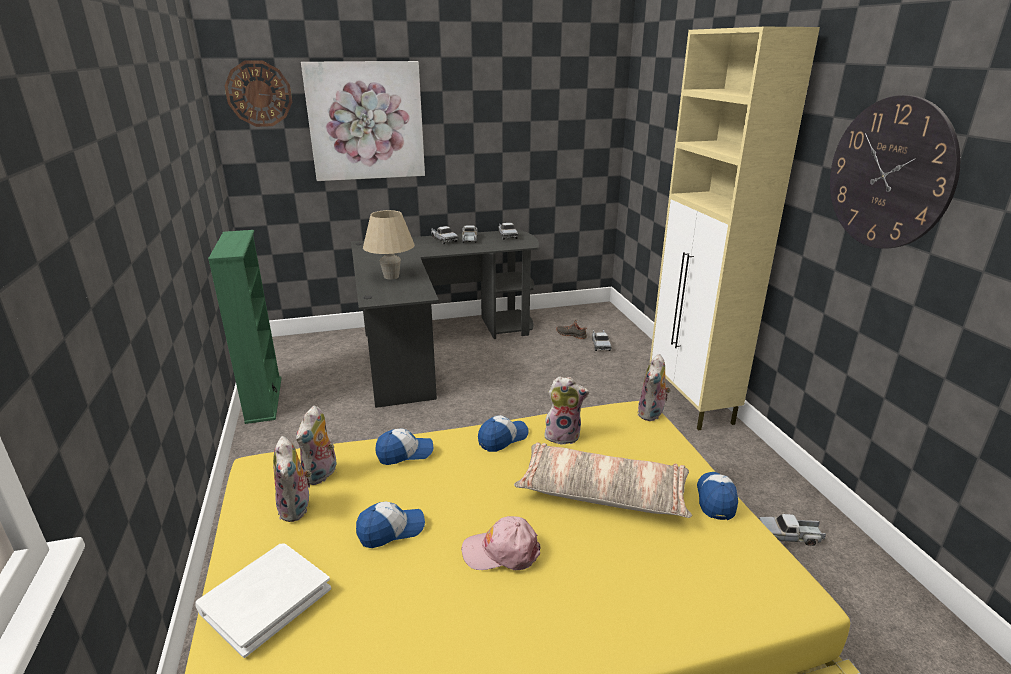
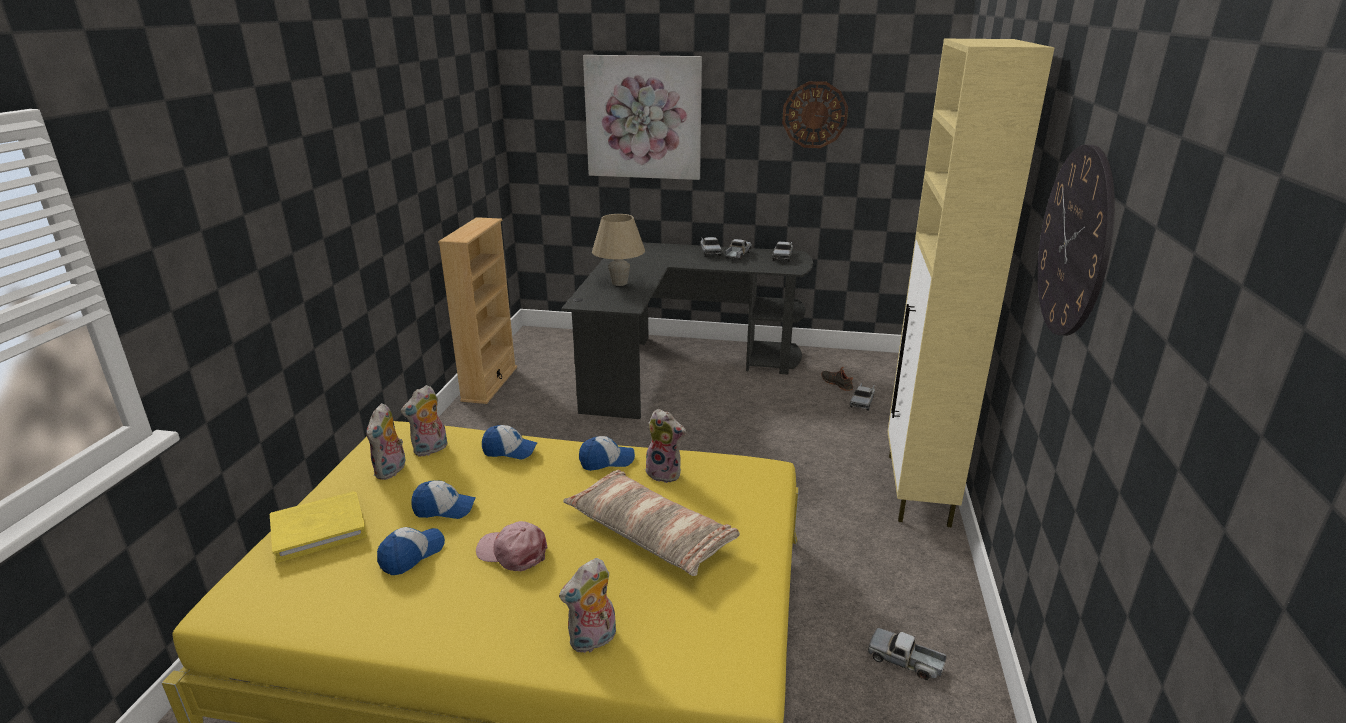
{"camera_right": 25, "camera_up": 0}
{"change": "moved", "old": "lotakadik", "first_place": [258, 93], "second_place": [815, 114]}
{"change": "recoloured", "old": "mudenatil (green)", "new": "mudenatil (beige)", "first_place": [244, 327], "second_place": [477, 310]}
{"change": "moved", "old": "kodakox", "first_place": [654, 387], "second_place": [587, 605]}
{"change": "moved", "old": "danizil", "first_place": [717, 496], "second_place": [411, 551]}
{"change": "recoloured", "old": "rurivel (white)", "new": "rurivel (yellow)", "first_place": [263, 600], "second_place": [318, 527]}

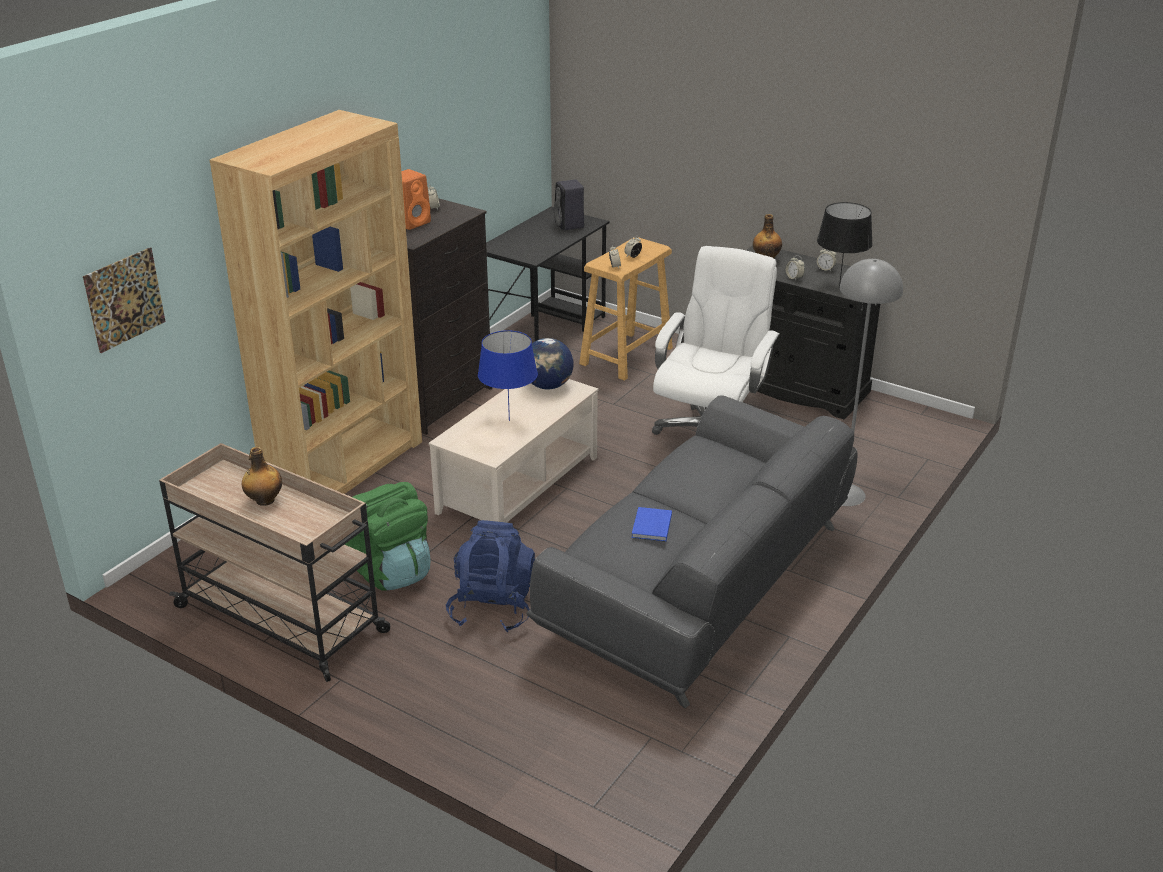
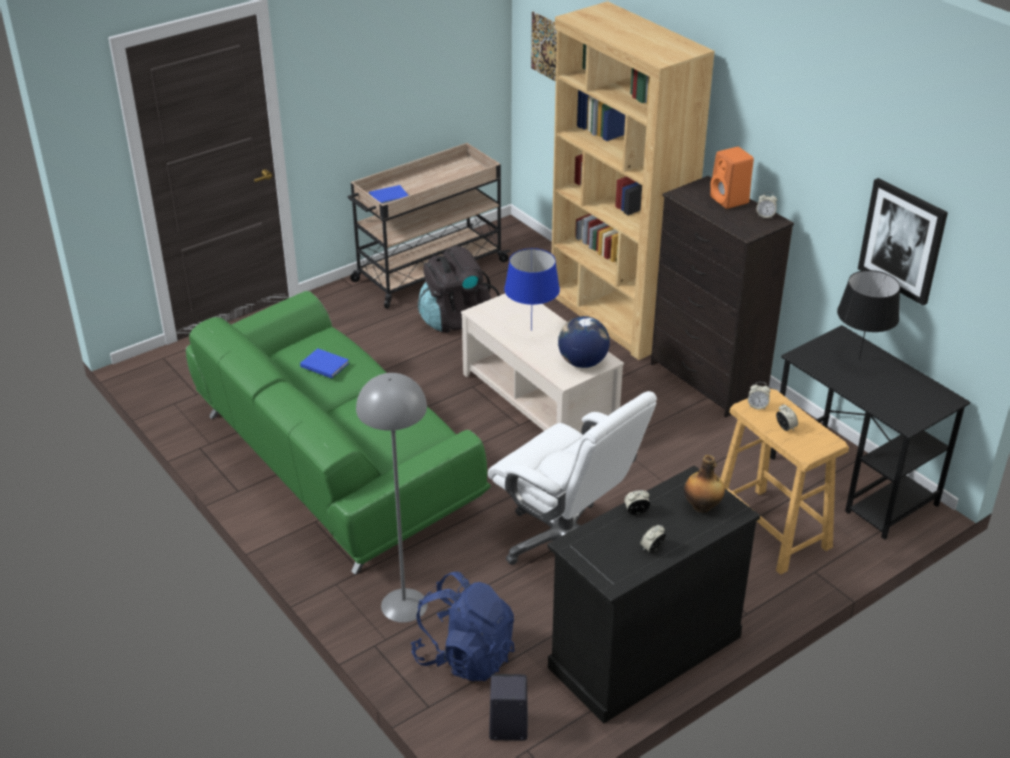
{"camera_right": 110, "camera_up": 5}
{"change": "moved", "old": "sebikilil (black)", "first_place": [569, 204], "second_place": [508, 707]}
{"change": "moved", "old": "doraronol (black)", "first_place": [845, 245], "second_place": [868, 315]}
{"change": "recoloured", "old": "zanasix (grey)", "new": "zanasix (green)", "first_place": [692, 551], "second_place": [338, 433]}
{"change": "removed", "old": "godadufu", "first_place": [261, 476]}
{"change": "recoloured", "old": "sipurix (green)", "new": "sipurix (black)", "first_place": [388, 536], "second_place": [459, 289]}
{"change": "moved", "old": "sipurix (blue)", "first_place": [490, 576], "second_place": [462, 626]}
{"change": "added", "new": "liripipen", "second_place": [903, 242]}
{"change": "added", "new": "rurivel (blue)", "second_place": [389, 194]}

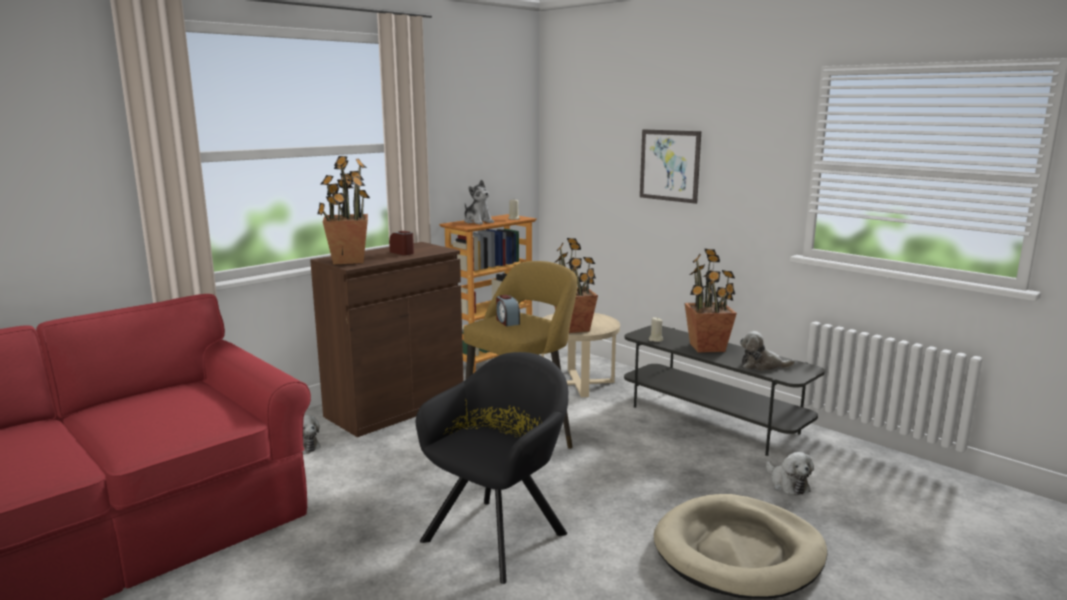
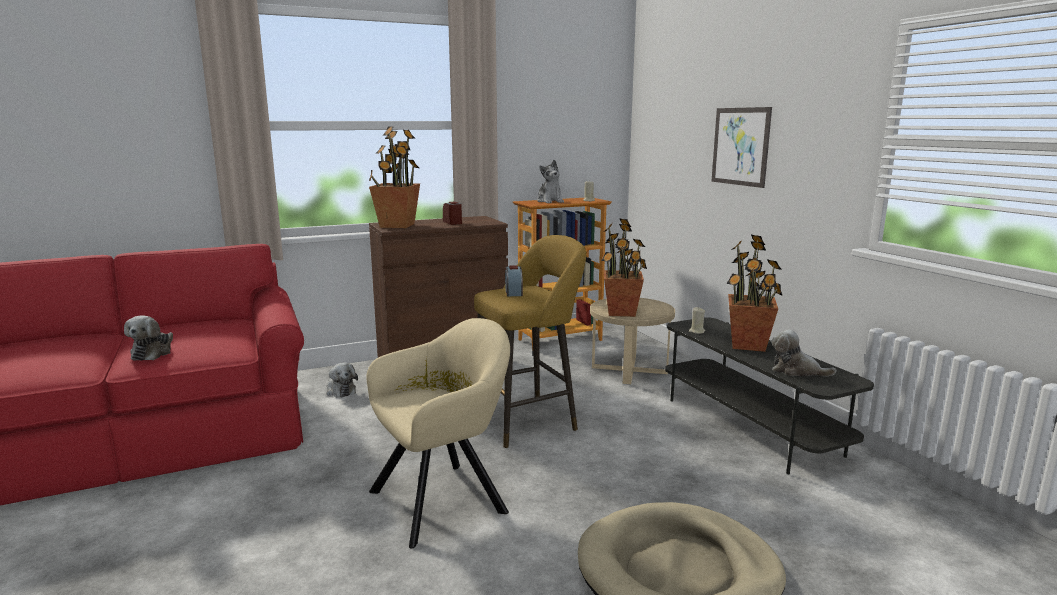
{"camera_right": 20, "camera_up": 0}
{"change": "recoloured", "old": "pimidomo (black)", "new": "pimidomo (beige)", "first_place": [492, 468], "second_place": [438, 433]}
{"change": "moved", "old": "kodakox", "first_place": [790, 473], "second_place": [148, 338]}

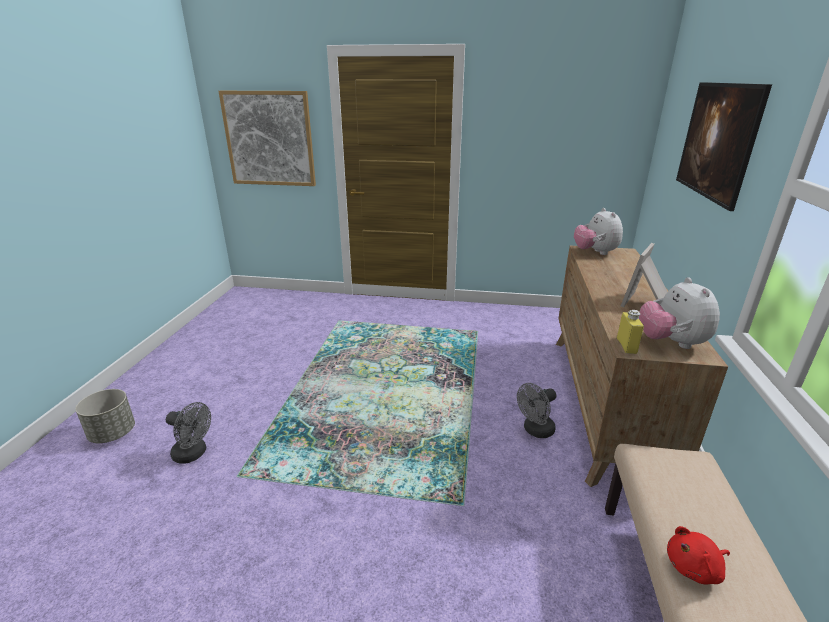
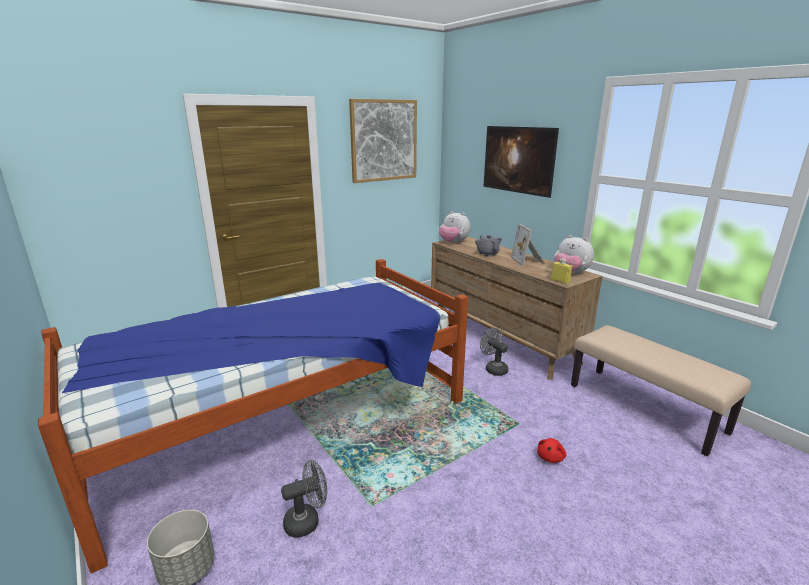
{"camera_right": -45, "camera_up": -5}
{"change": "moved", "old": "liripipen", "first_place": [267, 138], "second_place": [383, 141]}
{"change": "turned", "old": "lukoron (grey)", "first_place": [536, 410], "second_place": [494, 352], "degrees": 135}
{"change": "moved", "old": "kodakox (red)", "first_place": [698, 555], "second_place": [551, 450]}
{"change": "added", "new": "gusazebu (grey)", "second_place": [488, 246]}
{"change": "added", "new": "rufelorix", "second_place": [253, 416]}

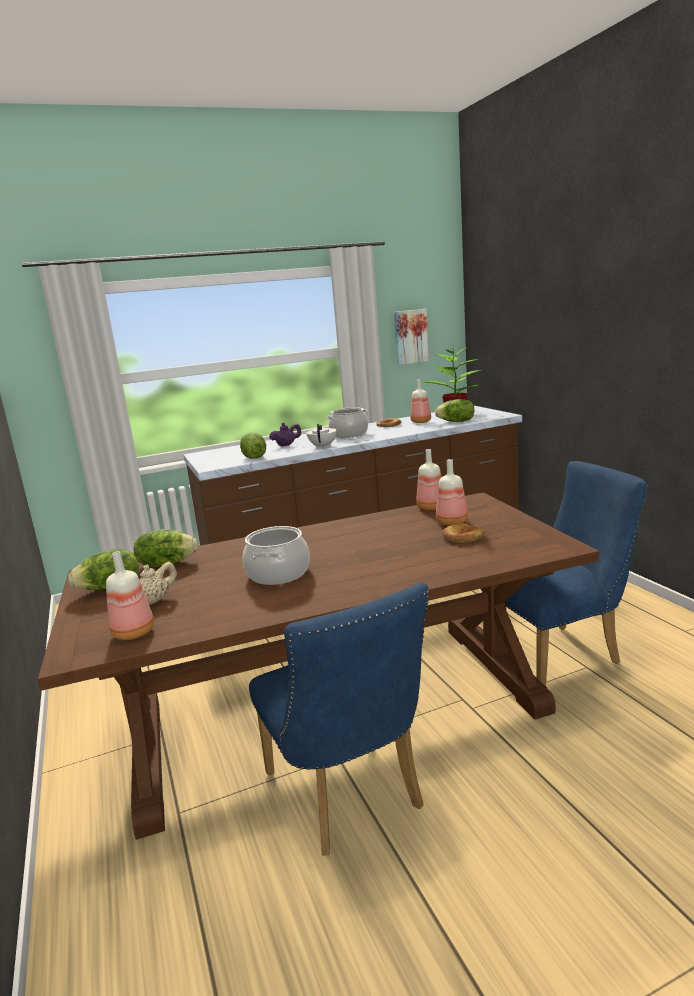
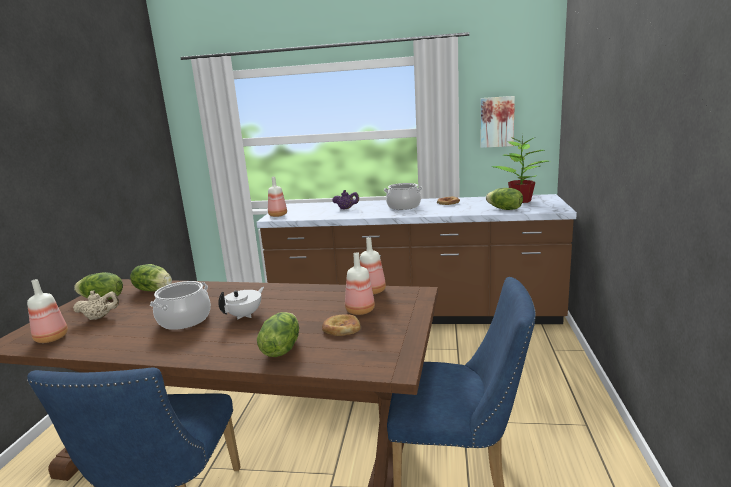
{"camera_right": 30, "camera_up": 0}
{"change": "moved", "old": "godadufu", "first_place": [420, 401], "second_place": [277, 197]}
{"change": "moved", "old": "gusazebu (white)", "first_place": [321, 436], "second_place": [241, 303]}
{"change": "moved", "old": "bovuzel", "first_place": [253, 445], "second_place": [278, 334]}

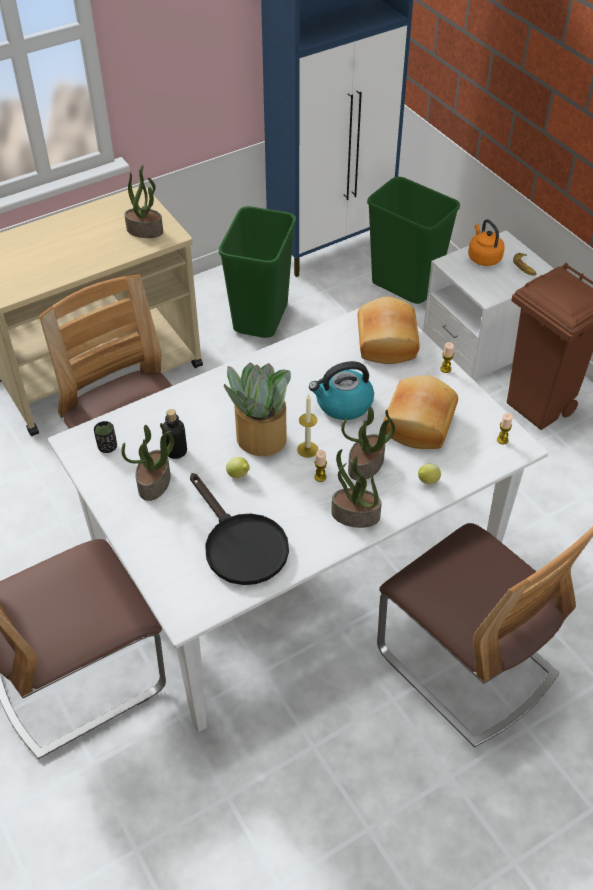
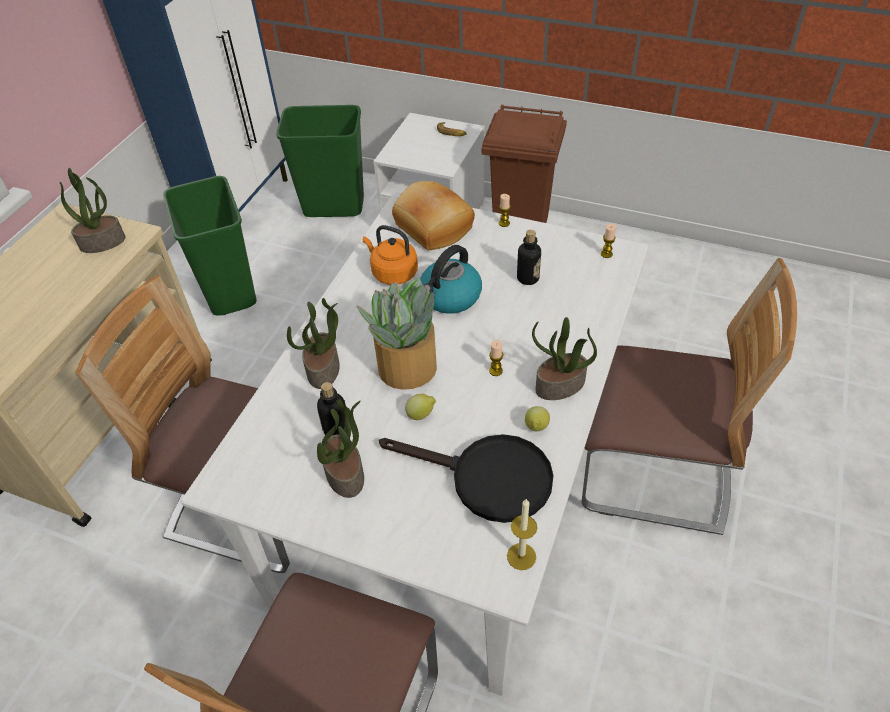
{"camera_right": -35, "camera_up": 0}
{"change": "moved", "old": "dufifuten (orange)", "first_place": [486, 242], "second_place": [390, 255]}
{"change": "replaced", "old": "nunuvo", "new": "godadufu", "first_place": [420, 412], "second_place": [529, 257]}
{"change": "moved", "old": "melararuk", "first_place": [307, 425], "second_place": [522, 534]}
{"change": "moved", "old": "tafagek", "first_place": [368, 443], "second_place": [313, 343]}
{"change": "removed", "old": "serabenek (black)", "first_place": [105, 437]}
{"change": "moved", "old": "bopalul", "first_place": [429, 474], "second_place": [537, 419]}

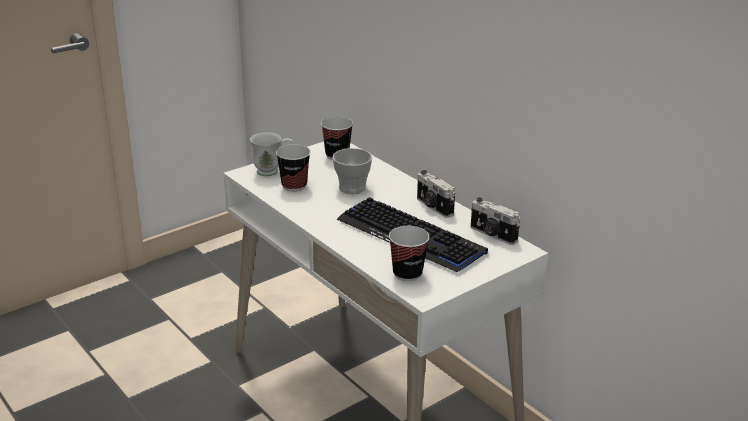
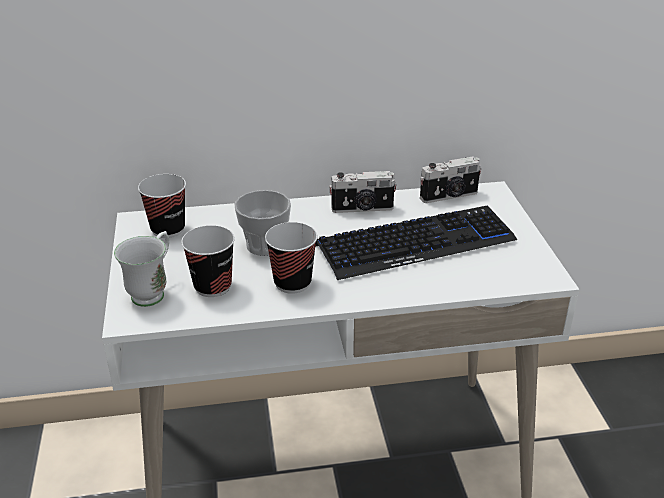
{"camera_right": -60, "camera_up": 5}
{"change": "moved", "old": "serabenek", "first_place": [409, 253], "second_place": [291, 258]}

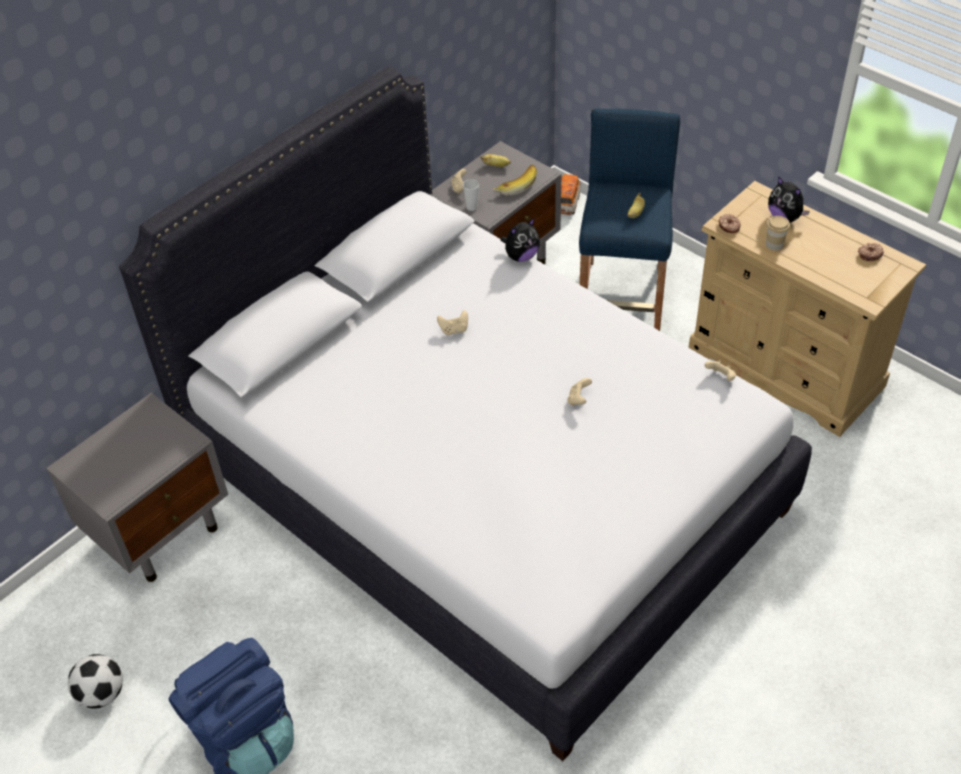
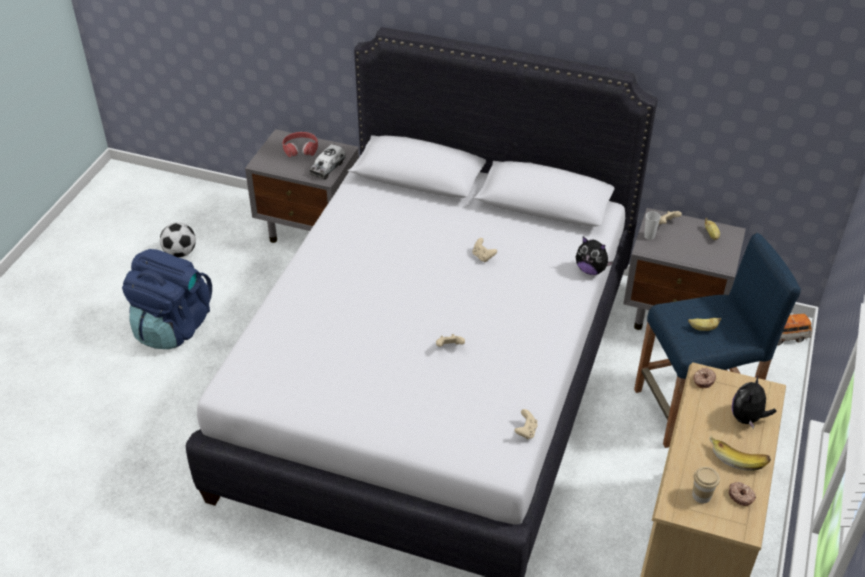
{"camera_right": 65, "camera_up": -5}
{"change": "moved", "old": "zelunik", "first_place": [515, 180], "second_place": [740, 453]}
{"change": "moved", "old": "serabenek", "first_place": [778, 233], "second_place": [706, 485]}
{"change": "added", "new": "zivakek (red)", "second_place": [300, 144]}
{"change": "added", "new": "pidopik", "second_place": [328, 162]}

